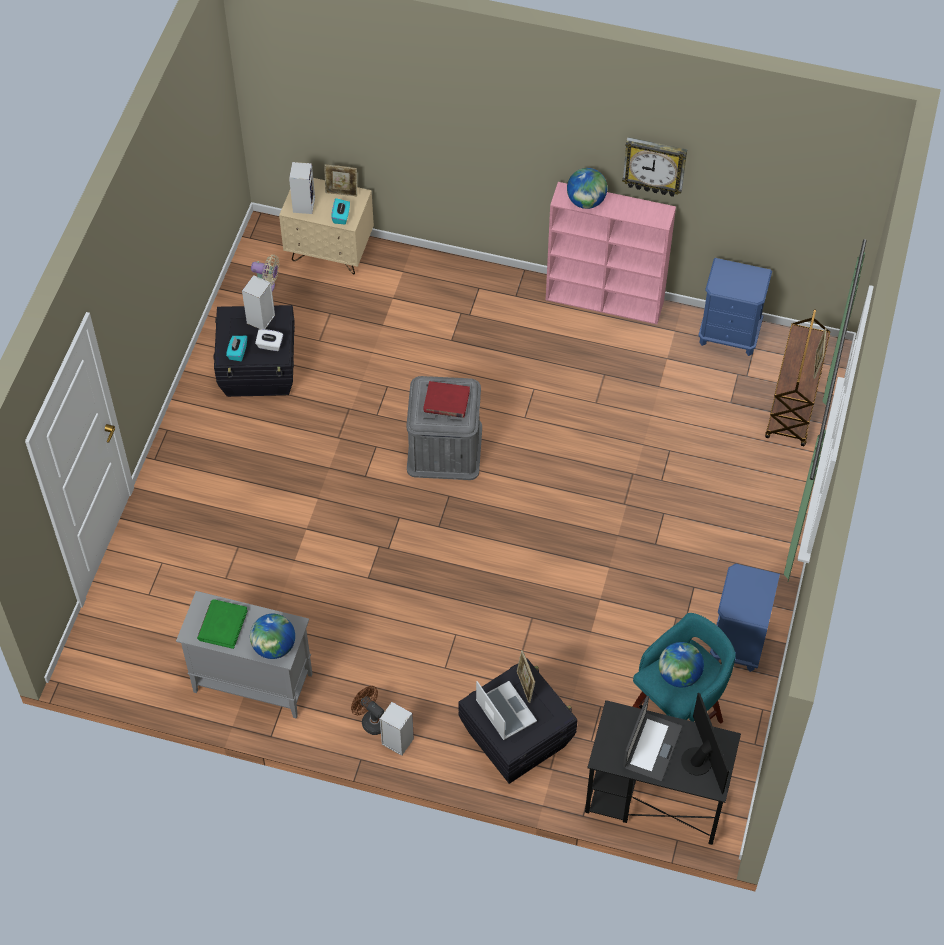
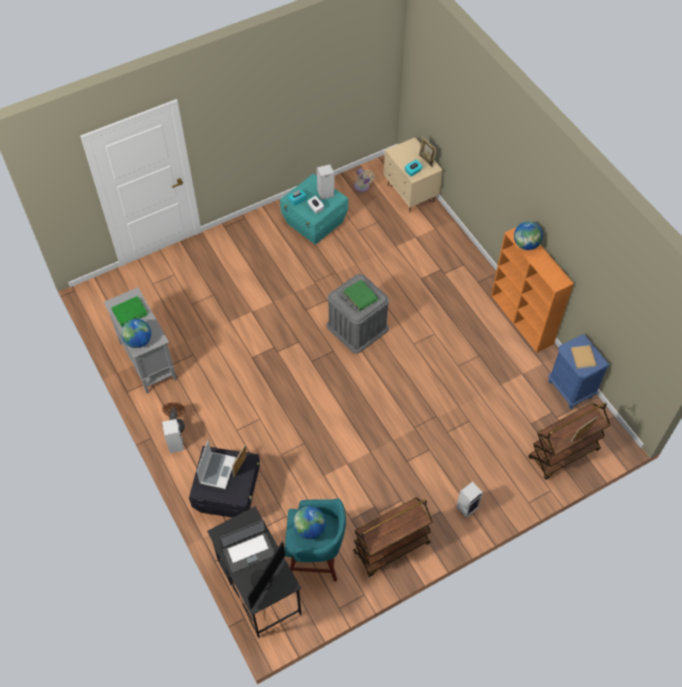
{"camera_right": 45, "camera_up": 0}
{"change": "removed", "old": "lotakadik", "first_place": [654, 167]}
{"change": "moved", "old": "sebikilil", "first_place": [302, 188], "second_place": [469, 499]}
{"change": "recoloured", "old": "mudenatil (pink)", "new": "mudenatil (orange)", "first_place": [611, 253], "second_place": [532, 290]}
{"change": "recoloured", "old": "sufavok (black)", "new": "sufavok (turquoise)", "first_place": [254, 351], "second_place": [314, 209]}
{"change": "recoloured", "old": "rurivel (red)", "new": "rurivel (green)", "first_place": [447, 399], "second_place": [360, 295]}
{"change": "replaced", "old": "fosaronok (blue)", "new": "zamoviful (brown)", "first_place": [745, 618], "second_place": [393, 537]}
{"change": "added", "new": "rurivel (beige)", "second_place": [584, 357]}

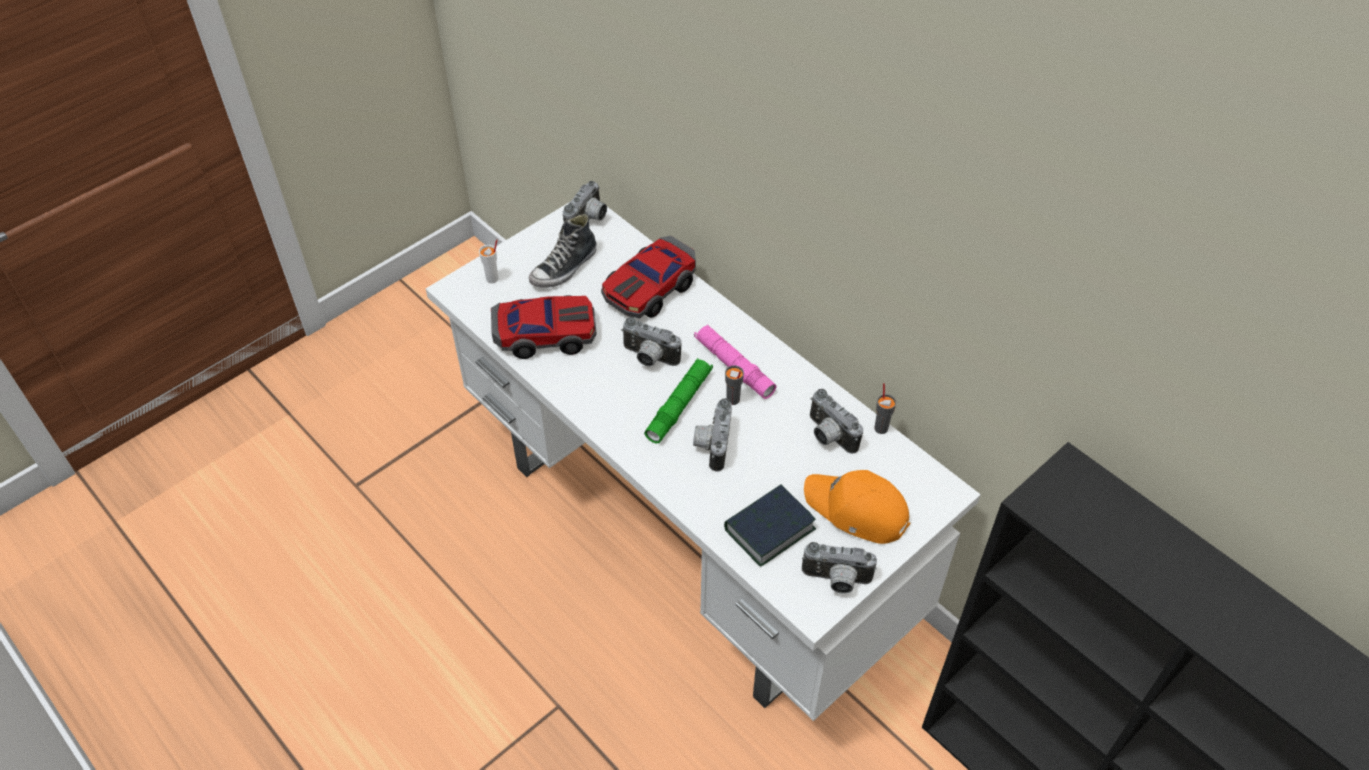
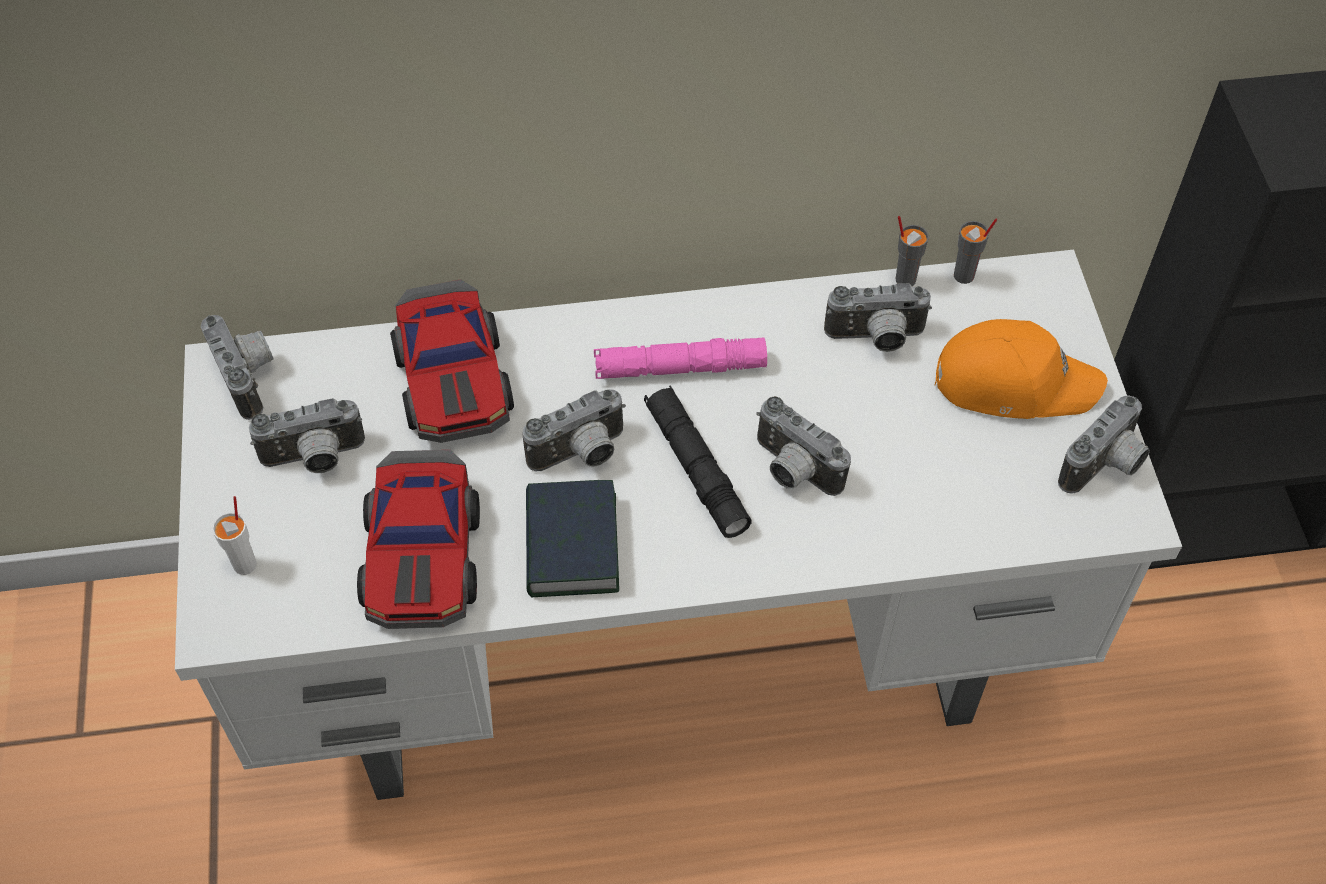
{"camera_right": -55, "camera_up": 5}
{"change": "replaced", "old": "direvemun", "new": "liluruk", "first_place": [563, 251], "second_place": [307, 435]}
{"change": "turned", "old": "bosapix", "first_place": [544, 327], "second_place": [418, 539], "degrees": 150}
{"change": "recoloured", "old": "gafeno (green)", "new": "gafeno (black)", "first_place": [678, 400], "second_place": [698, 461]}
{"change": "moved", "old": "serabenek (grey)", "first_place": [734, 385], "second_place": [975, 251]}
{"change": "turned", "old": "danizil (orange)", "first_place": [857, 507], "second_place": [1021, 369], "degrees": -150}
{"change": "moved", "old": "rurivel", "first_place": [770, 526], "second_place": [572, 538]}

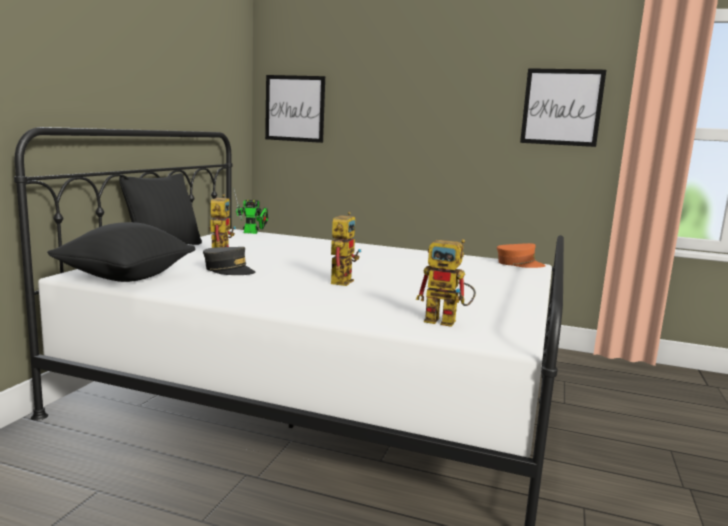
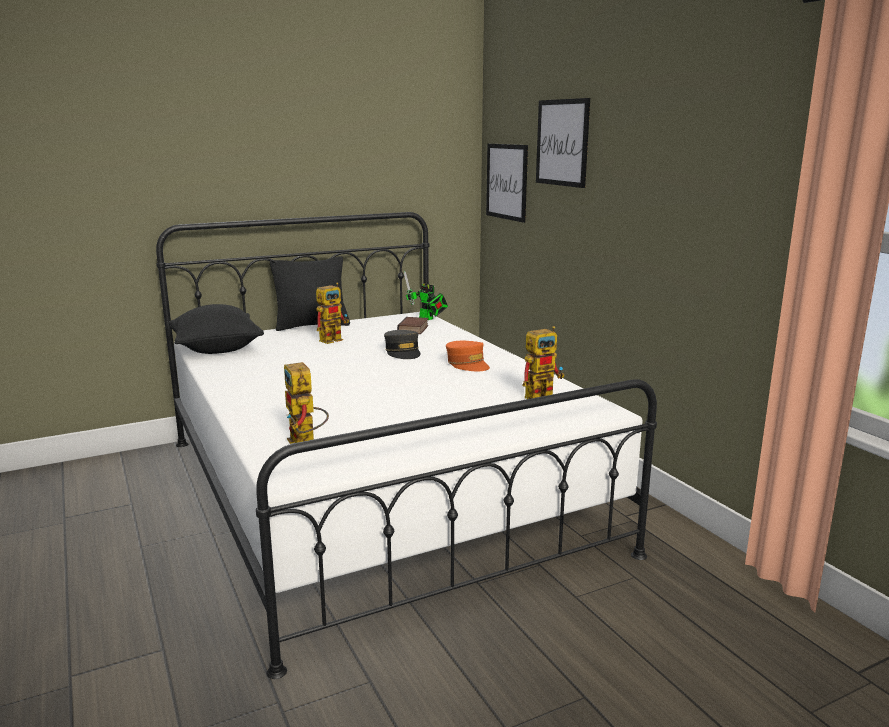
{"camera_right": 45, "camera_up": 5}
{"change": "moved", "old": "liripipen", "first_place": [563, 107], "second_place": [563, 143]}
{"change": "moved", "old": "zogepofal", "first_place": [346, 249], "second_place": [543, 362]}
{"change": "moved", "old": "danizil (orange)", "first_place": [521, 255], "second_place": [468, 356]}
{"change": "moved", "old": "danizil (grey)", "first_place": [229, 261], "second_place": [402, 344]}
{"change": "added", "new": "rurivel", "second_place": [412, 325]}

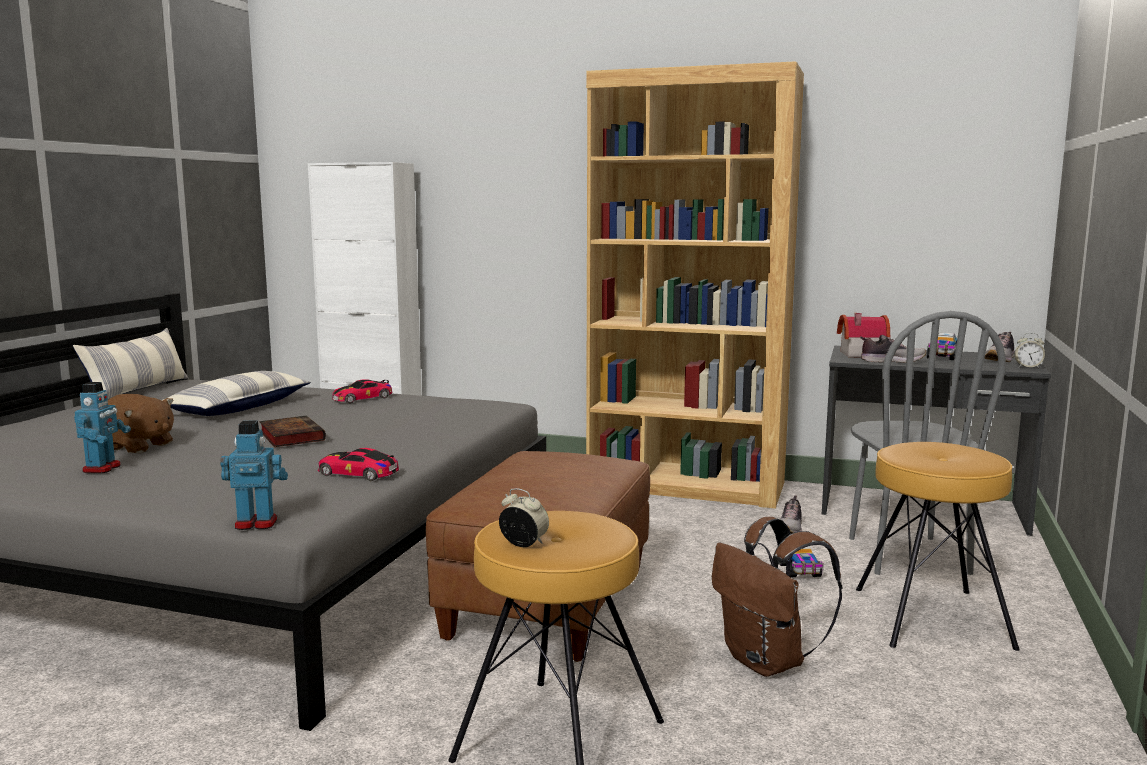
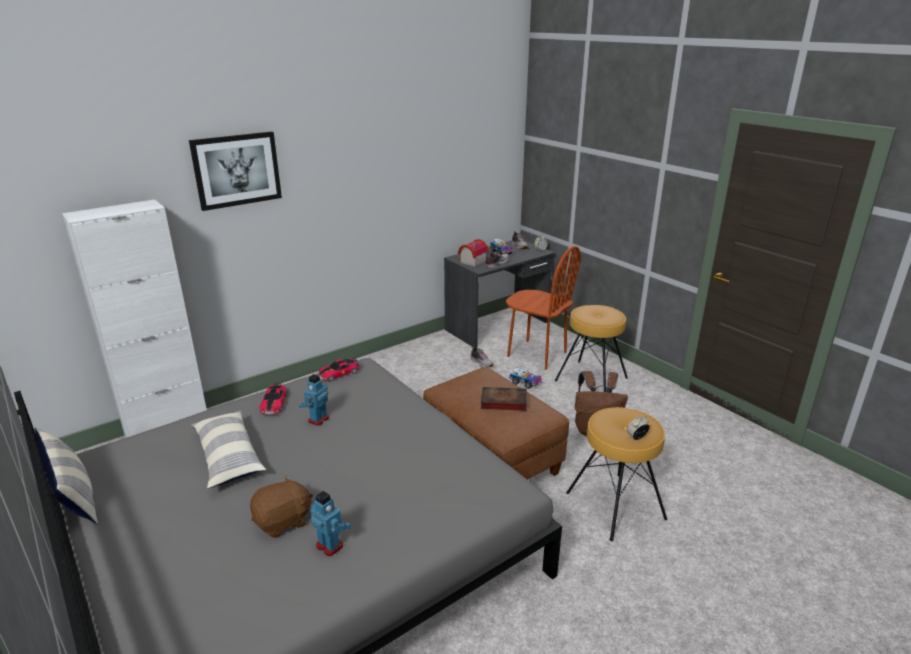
{"camera_right": -55, "camera_up": 15}
{"change": "removed", "old": "mudenatil (brown)", "first_place": [695, 285]}
{"change": "recoloured", "old": "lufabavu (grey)", "new": "lufabavu (brown)", "first_place": [927, 443], "second_place": [543, 308]}
{"change": "moved", "old": "rurivel", "first_place": [292, 431], "second_place": [504, 399]}
{"change": "moved", "old": "zogepofal", "first_place": [254, 475], "second_place": [313, 400]}
{"change": "moved", "old": "bosapix", "first_place": [358, 464], "second_place": [339, 370]}
{"change": "added", "new": "liripipen", "second_place": [235, 171]}

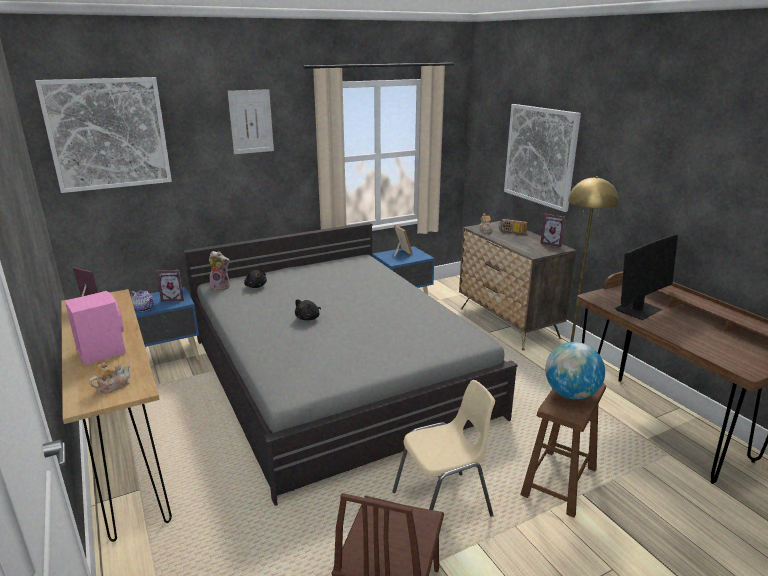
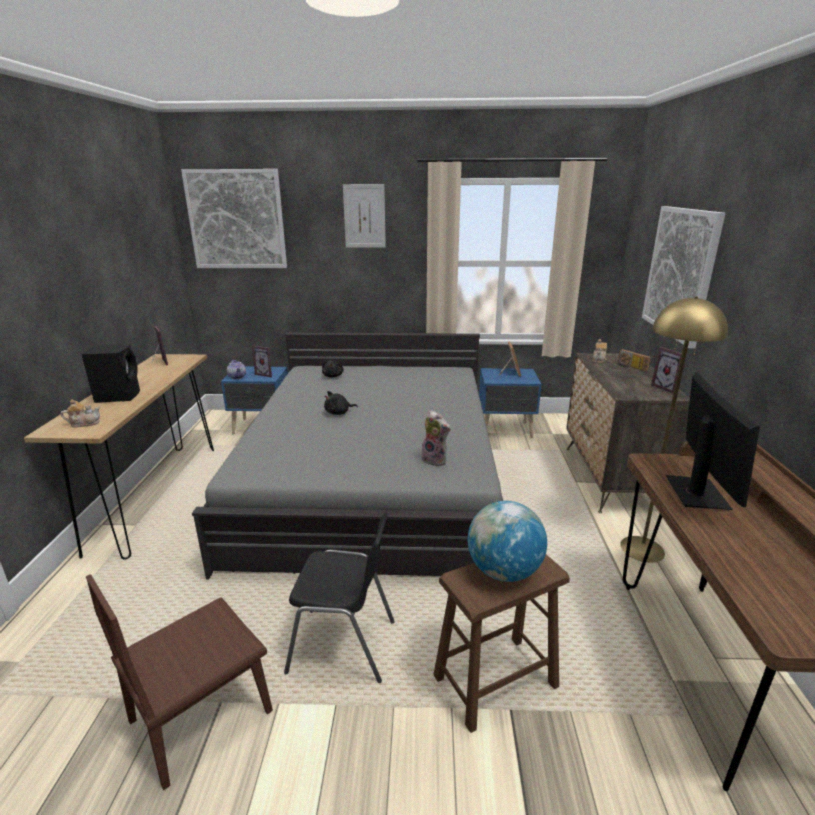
{"camera_right": 30, "camera_up": 0}
{"change": "turned", "old": "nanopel", "first_place": [646, 277], "second_place": [713, 441], "degrees": -75}
{"change": "moved", "old": "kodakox", "first_place": [219, 270], "second_place": [435, 438]}
{"change": "recoloured", "old": "sebikilil (pink)", "new": "sebikilil (black)", "first_place": [95, 328], "second_place": [111, 373]}
{"change": "recoloured", "old": "lufabavu (beige)", "new": "lufabavu (black)", "first_place": [443, 448], "second_place": [339, 598]}

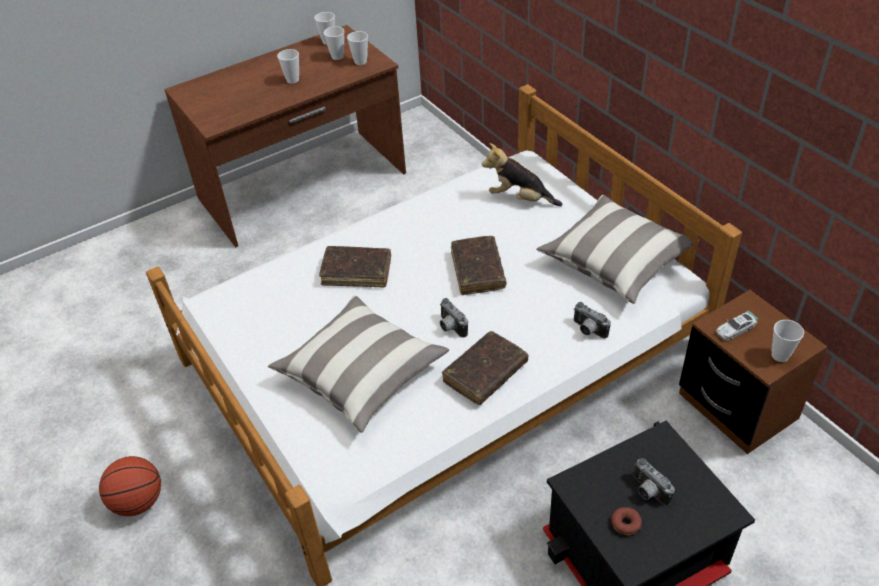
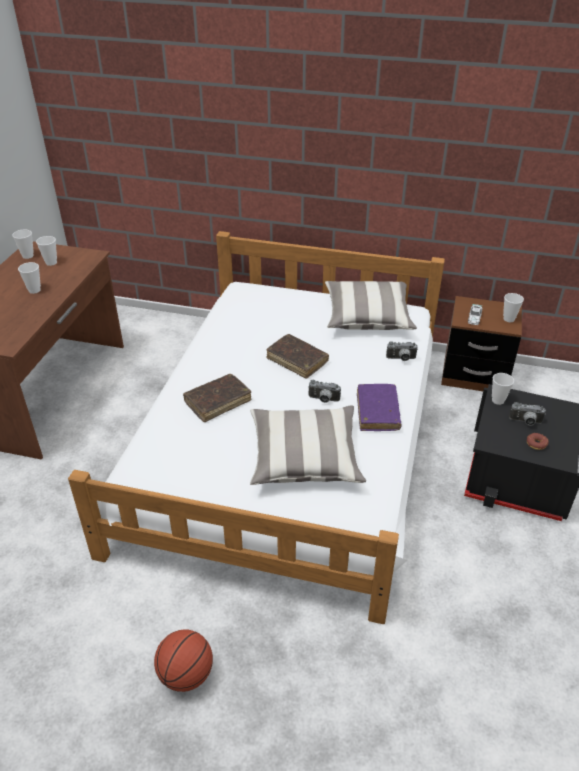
{"camera_right": -45, "camera_up": -5}
{"change": "moved", "old": "serabenek", "first_place": [357, 48], "second_place": [503, 389]}
{"change": "removed", "old": "kodakox", "first_place": [522, 174]}
{"change": "recoloured", "old": "rurivel (brown)", "new": "rurivel (purple)", "first_place": [485, 368], "second_place": [379, 407]}

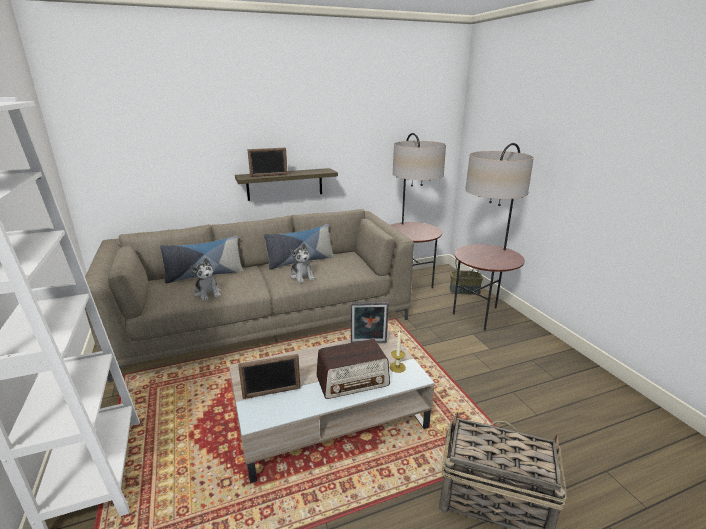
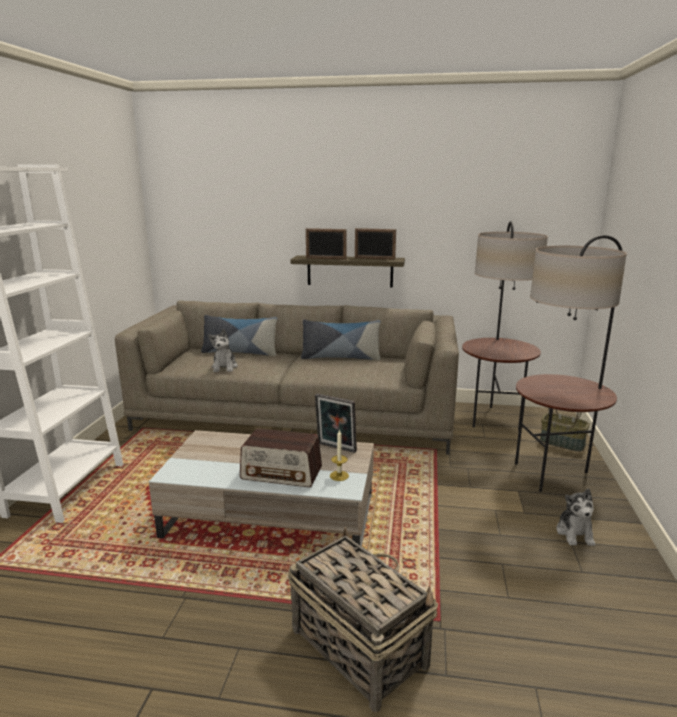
{"camera_right": 30, "camera_up": -5}
{"change": "moved", "old": "kodakox", "first_place": [302, 263], "second_place": [576, 517]}
{"change": "moved", "old": "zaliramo", "first_place": [269, 376], "second_place": [375, 244]}

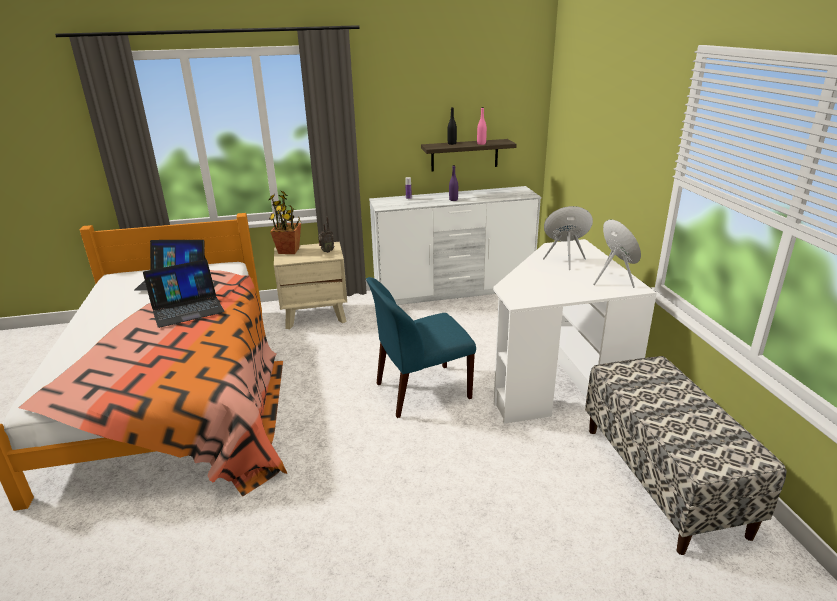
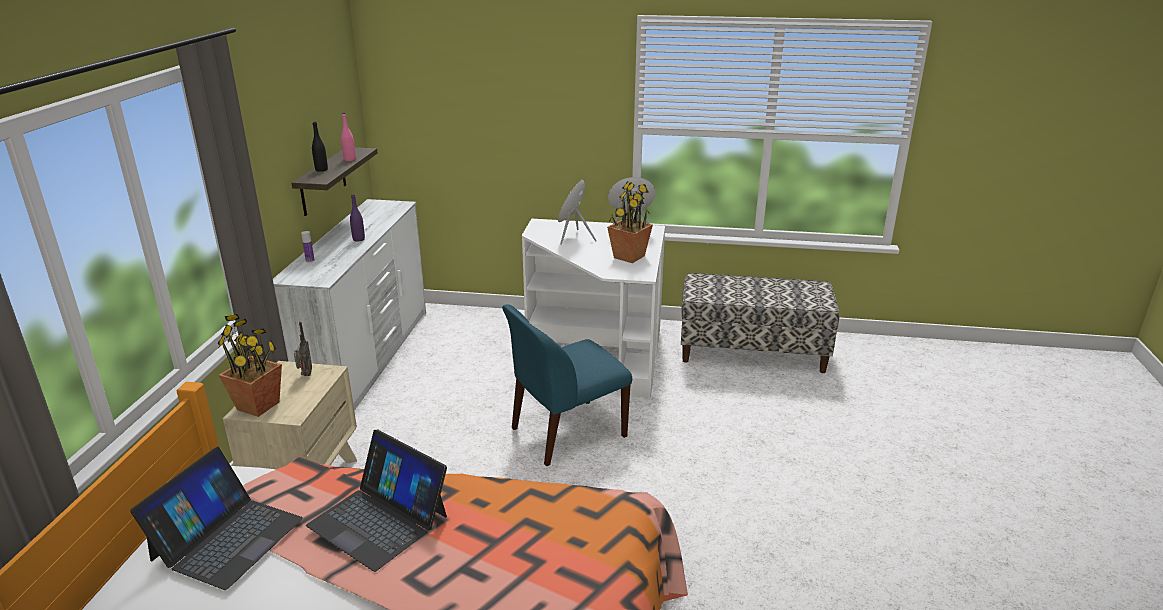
{"camera_right": -70, "camera_up": 0}
{"change": "turned", "old": "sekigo", "first_place": [184, 293], "second_place": [376, 500], "degrees": 135}
{"change": "turned", "old": "lufabavu (blue)", "first_place": [421, 347], "second_place": [567, 385], "degrees": 60}
{"change": "added", "new": "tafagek", "second_place": [630, 222]}

